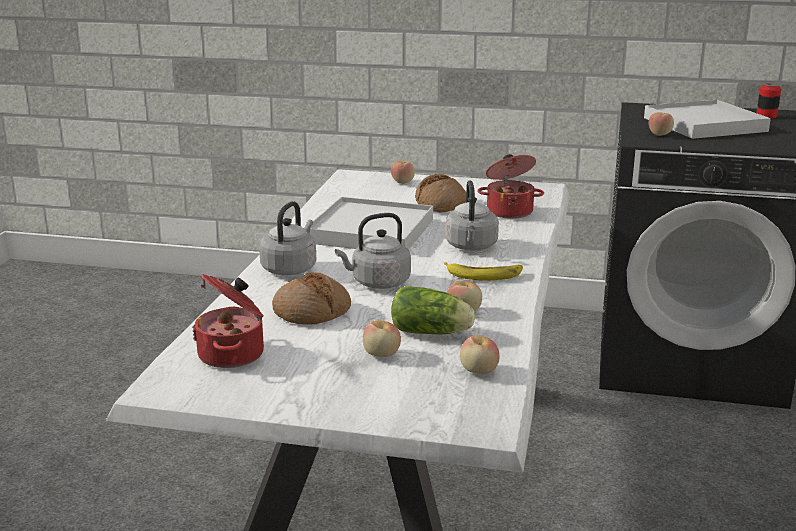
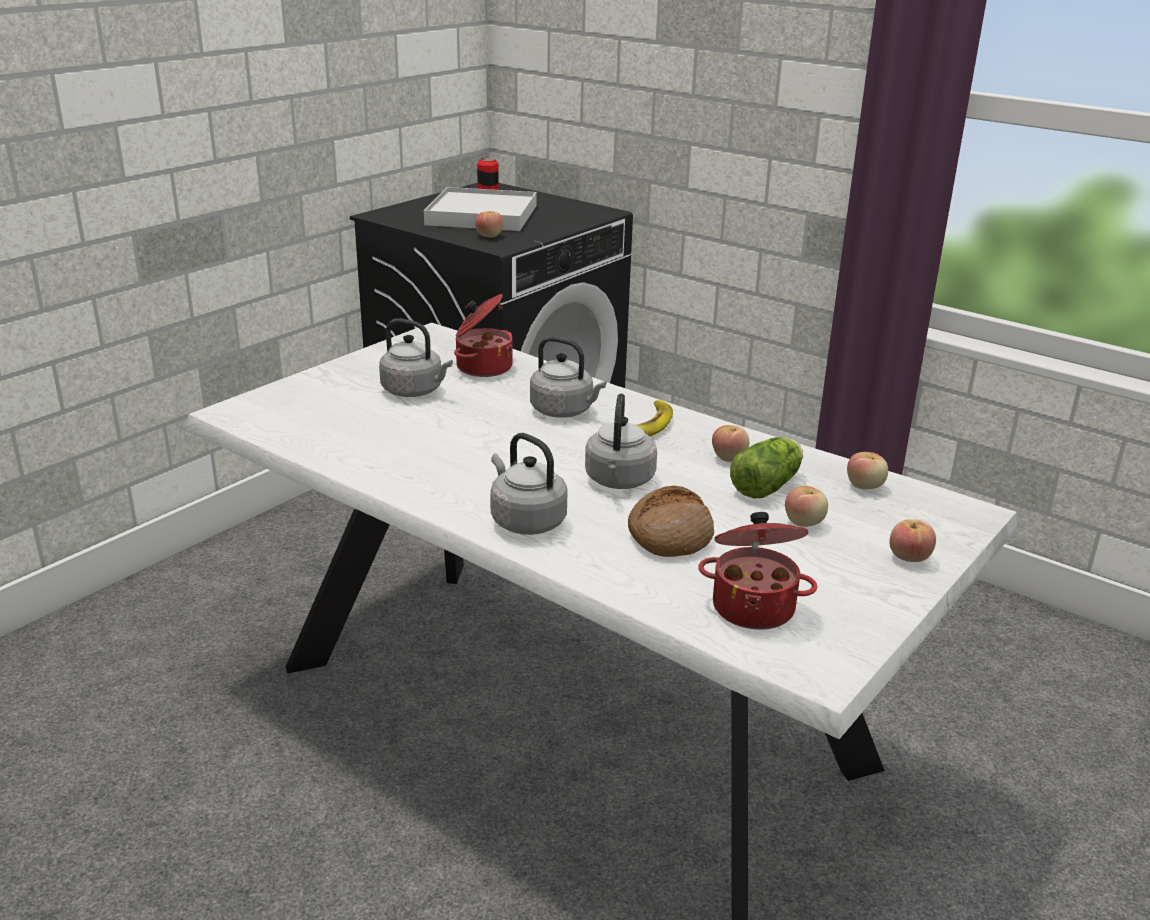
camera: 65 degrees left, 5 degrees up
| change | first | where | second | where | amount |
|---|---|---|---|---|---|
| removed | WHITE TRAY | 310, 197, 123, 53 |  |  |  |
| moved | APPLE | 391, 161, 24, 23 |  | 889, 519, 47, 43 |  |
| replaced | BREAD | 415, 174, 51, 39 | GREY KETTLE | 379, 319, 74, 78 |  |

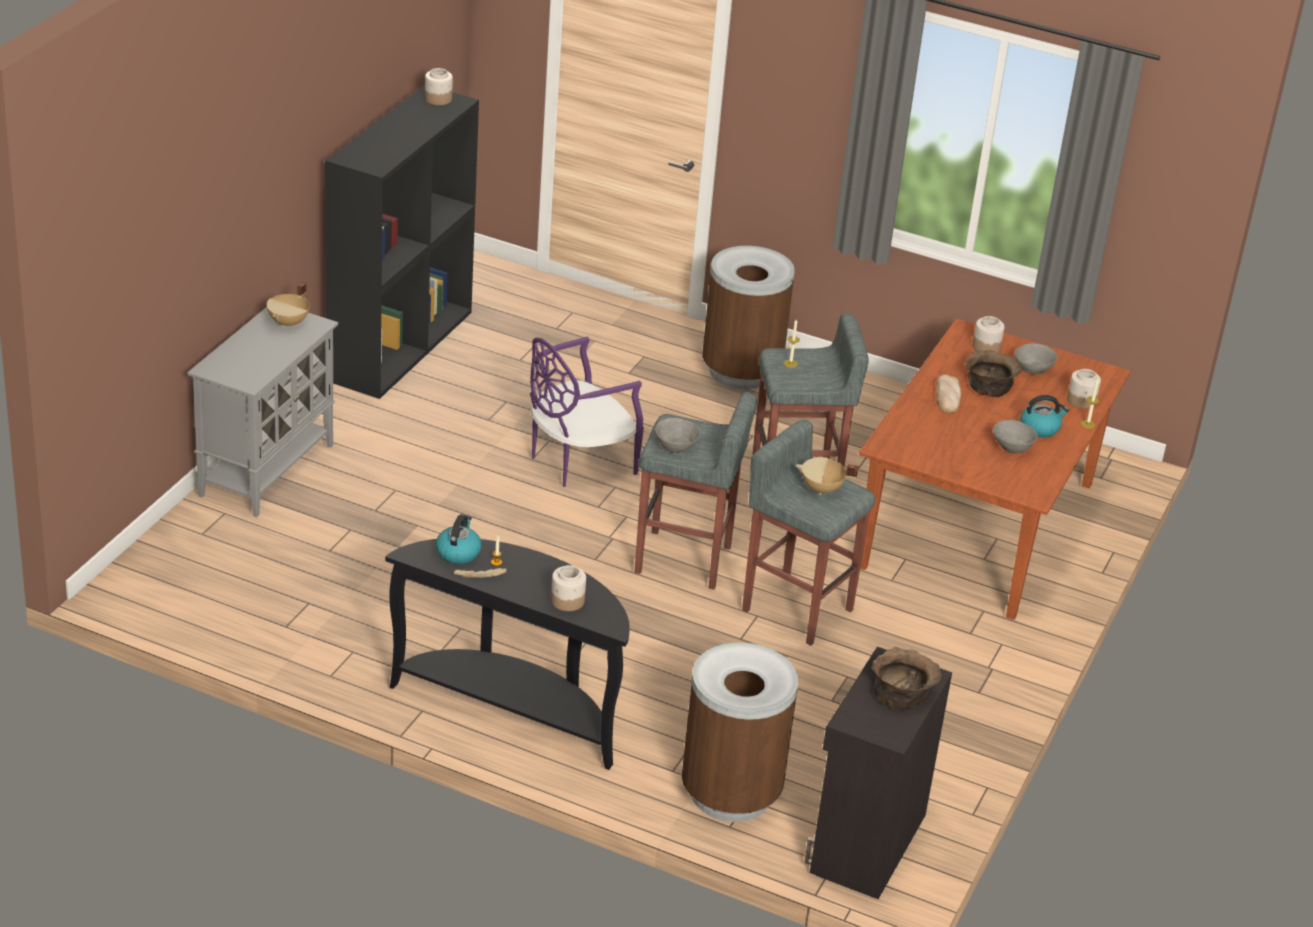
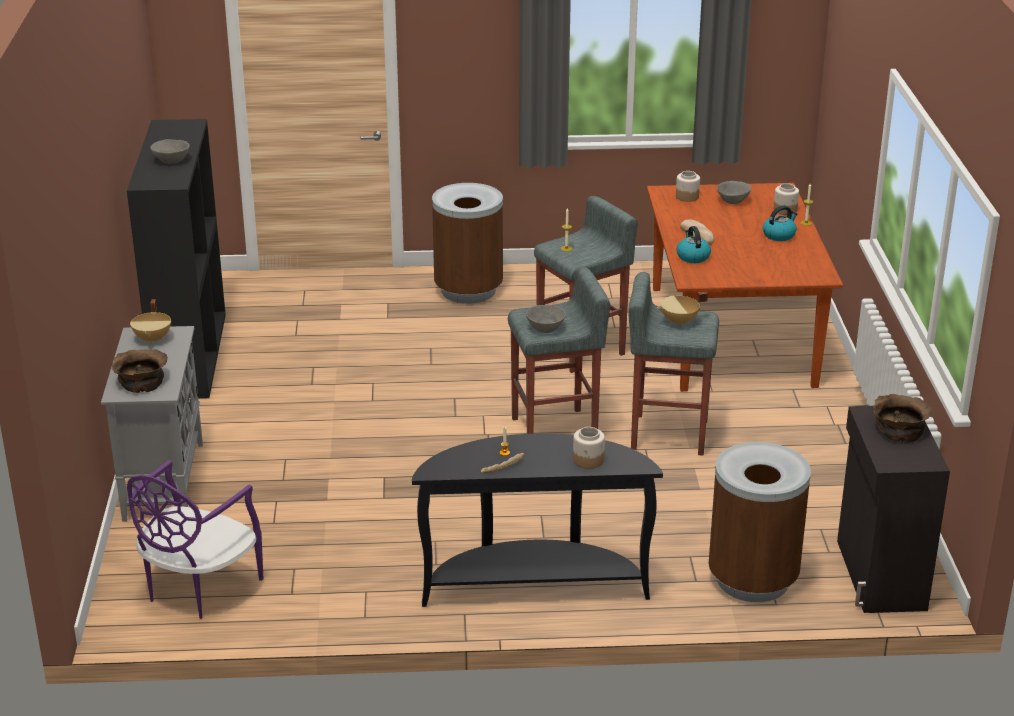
camera: 25 degrees left, 5 degrees down
| change | first | where | second | where | amount |
|---|---|---|---|---|---|
| removed | JAR | 425, 68, 28, 37 |  |  |  |
| moved | KETTLE | 436, 514, 46, 50 |  | 676, 226, 35, 37 |  |
| moved | PURPLE CHAIR | 530, 337, 114, 150 |  | 127, 460, 136, 159 |  |
| moved | BROWN BOWL | 965, 350, 57, 47 |  | 112, 349, 56, 44 |  |
| moved | GREY BOWL | 993, 420, 45, 33 |  | 150, 139, 40, 25 |  |

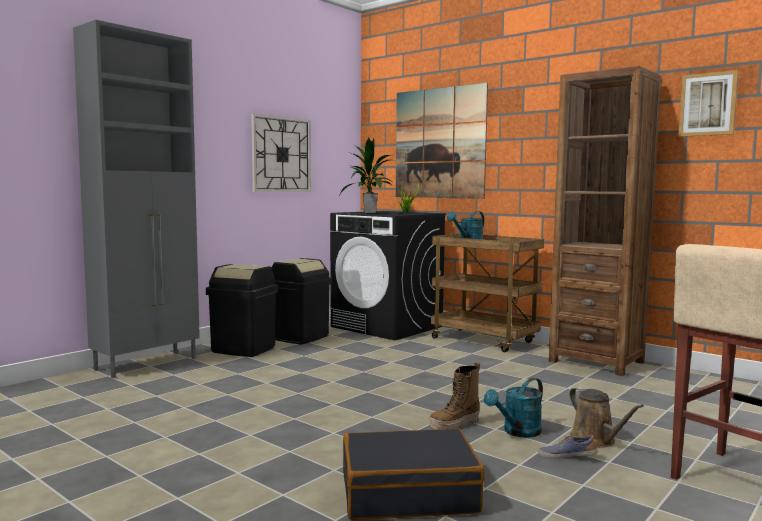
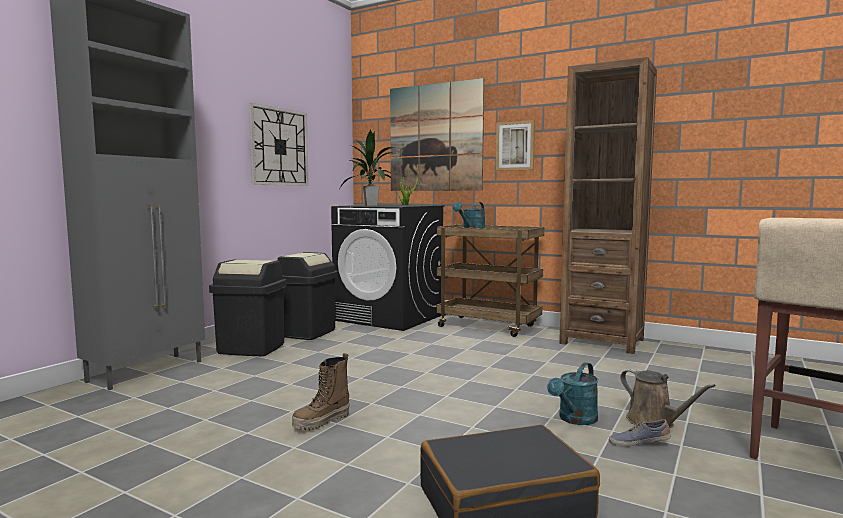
camera: 10 degrees left, 0 degrees up
| change | first | where | second | where | amount |
|---|---|---|---|---|---|
| moved | BOOT | 429, 362, 51, 67 |  | 292, 353, 58, 77 |  |
| moved | PICTURE | 678, 70, 61, 67 |  | 496, 120, 39, 51 |  |

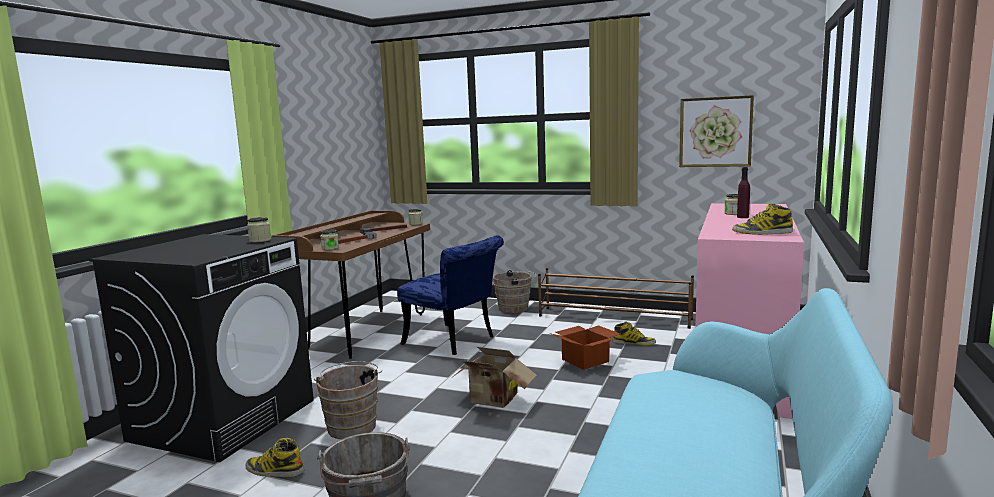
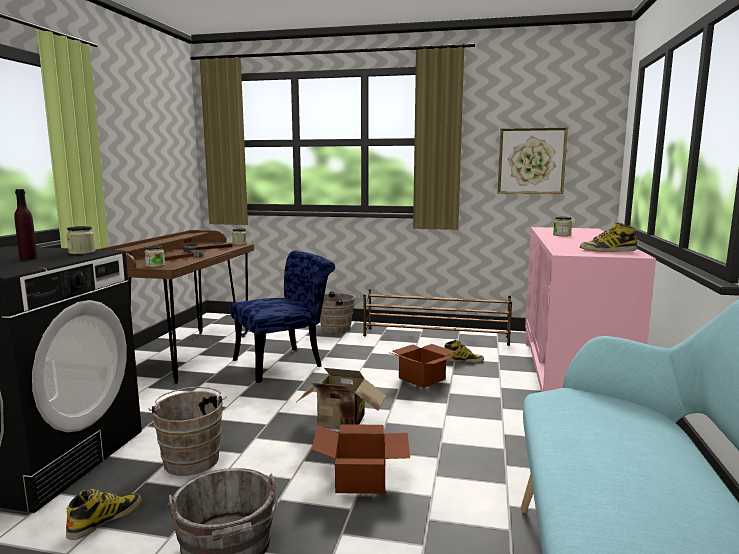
camera: 10 degrees left, 0 degrees up
| change | first | where | second | where | amount |
|---|---|---|---|---|---|
| added |  |  | CARDBOARD BOX | 311, 424, 99, 70 |  |
| moved | PURPLE BOTTLE | 737, 167, 13, 51 |  | 14, 189, 24, 71 |  |
| turned | BOOT | 245, 438, 59, 39 |  | 66, 489, 76, 51 | 120 degrees clockwise |
| turned | BLUE CHAIR | 397, 235, 107, 120 |  | 230, 251, 105, 132 | 60 degrees counterclockwise |

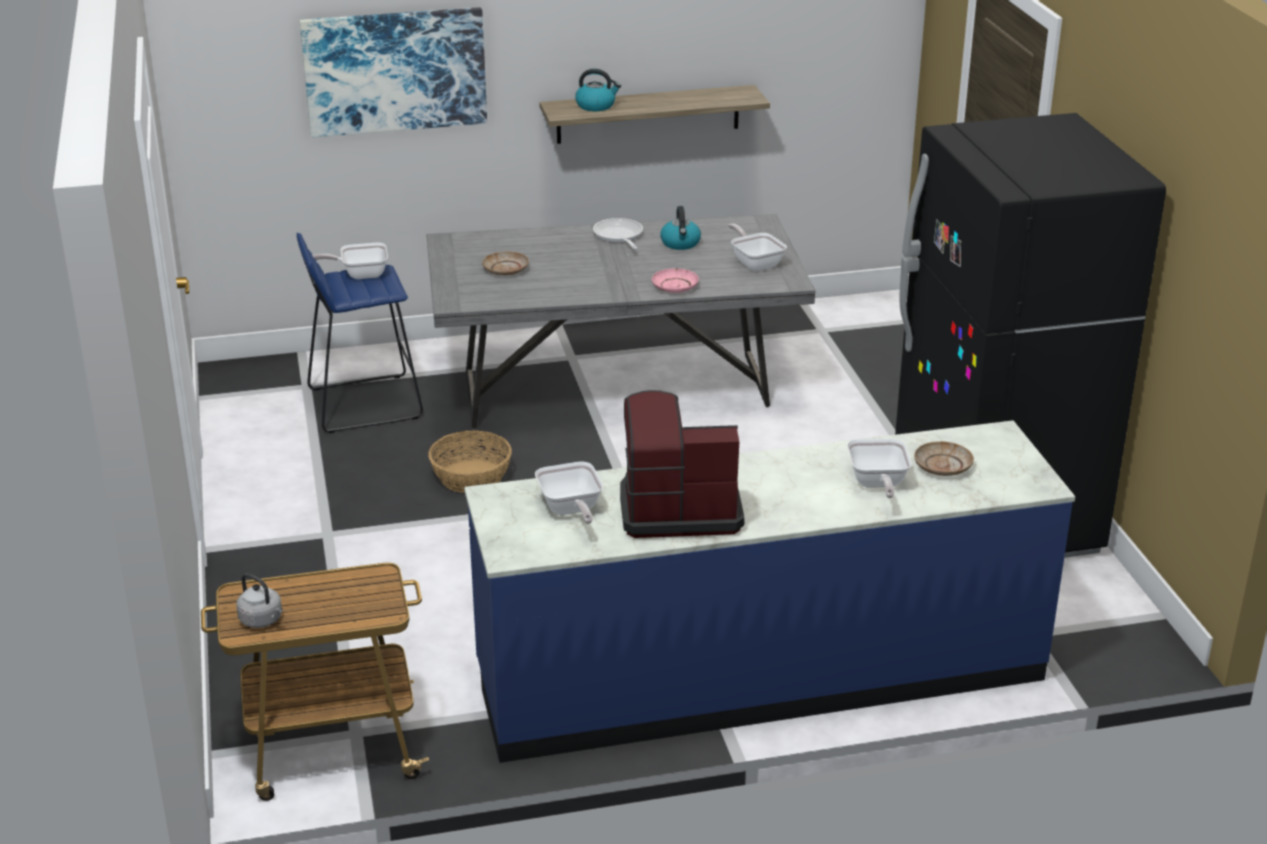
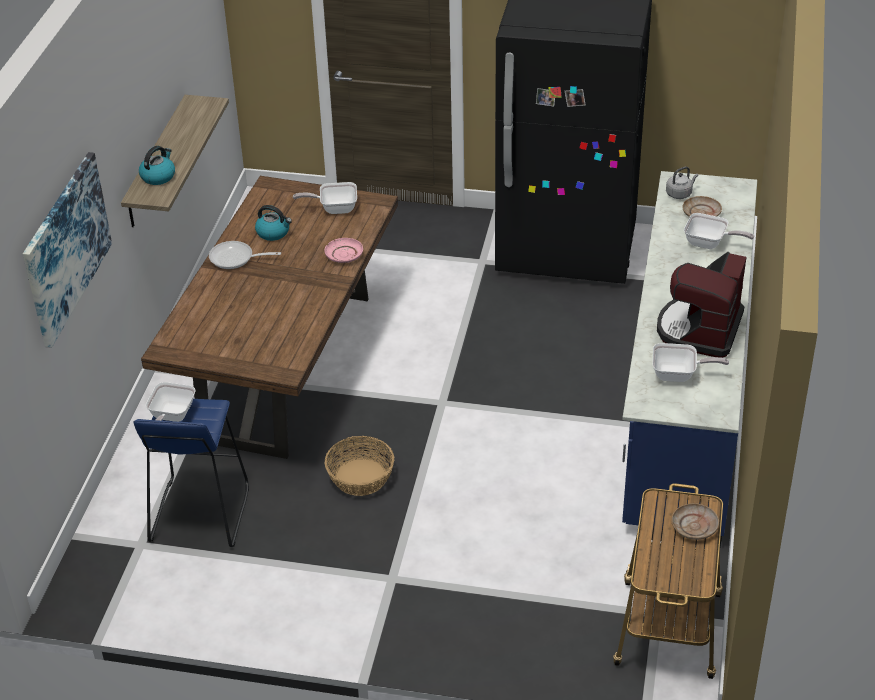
camera: 65 degrees left, 10 degrees up
| change | first | where | second | where | amount |
|---|---|---|---|---|---|
| moved | GREY KETTLE | 236, 573, 47, 55 |  | 666, 166, 32, 33 |  |
| moved | BEIGE PLATE | 482, 252, 47, 23 |  | 672, 503, 47, 37 |  |
| recoloured | GREY DINING TABLE | 426, 214, 389, 214 | BROWN DINING TABLE | 141, 176, 257, 283 |  |

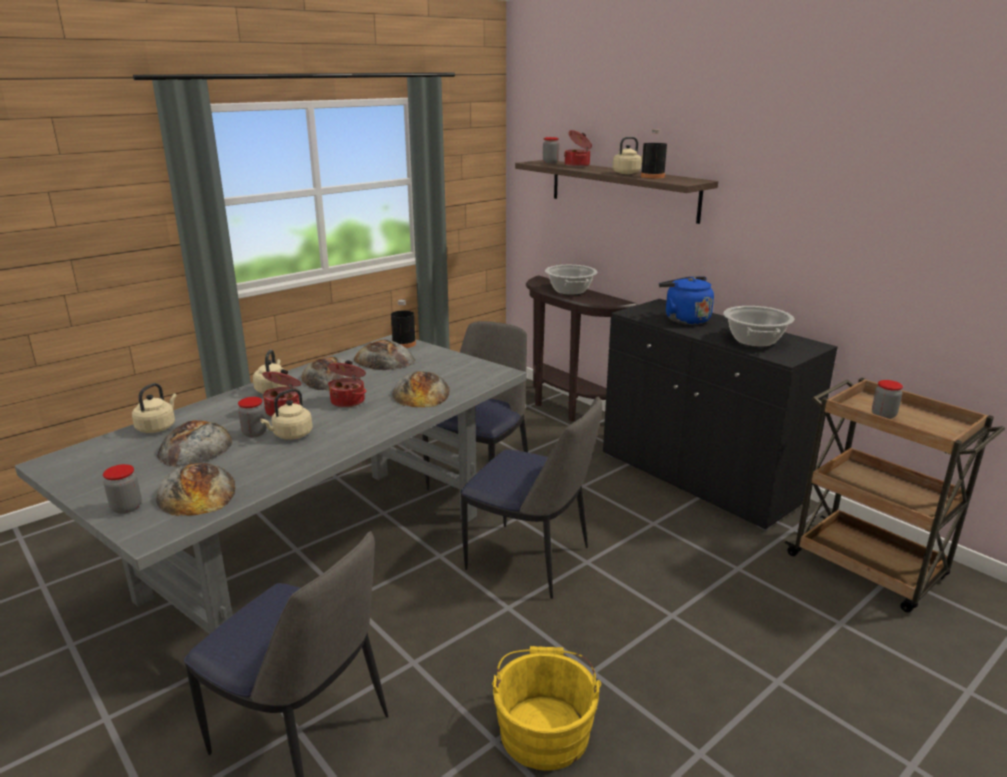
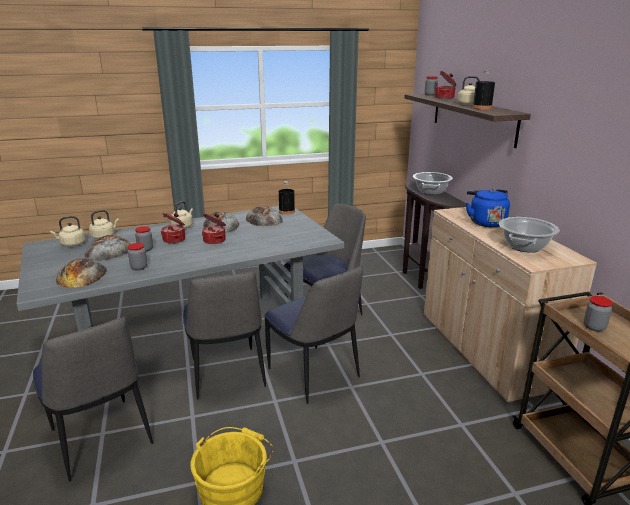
camera: 25 degrees right, 0 degrees up
| change | first | where | second | where | amount |
|---|---|---|---|---|---|
| removed | BREAD | 392, 371, 58, 36 |  |  |  |
| added |  |  | CHAIR | 183, 272, 83, 127 |  |
| moved | JAR | 103, 464, 39, 50 |  | 128, 243, 19, 27 |  |
| moved | BEIGE KETTLE | 260, 389, 53, 51 |  | 50, 216, 35, 31 |  |
| recoloured | BLACK CABINET | 603, 299, 235, 232 | BEIGE CABINET | 424, 207, 173, 197 |  |

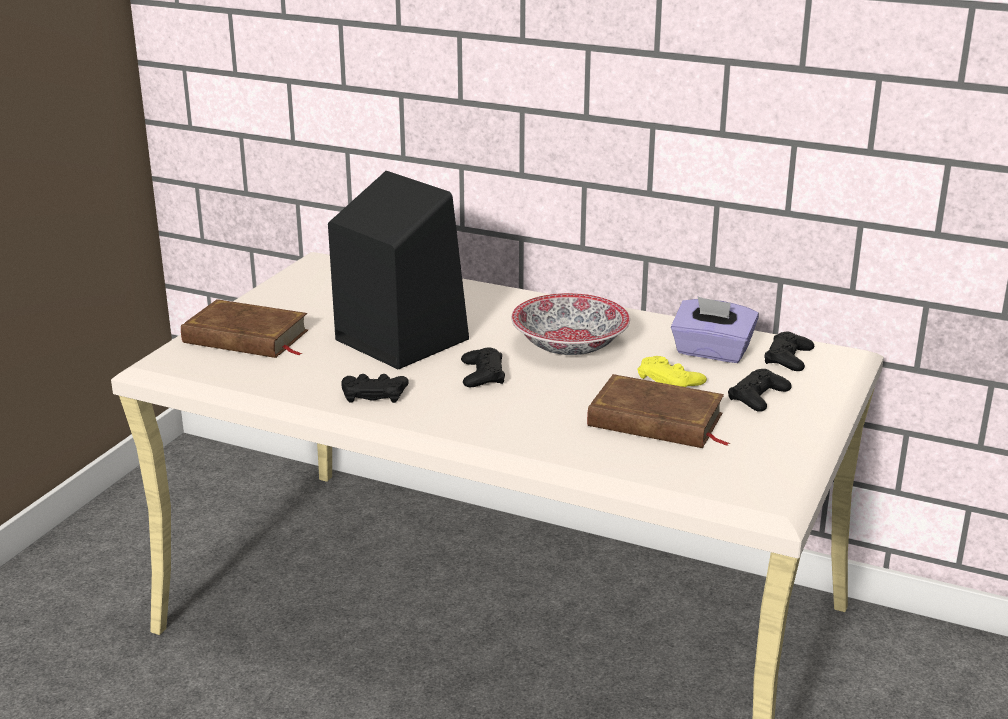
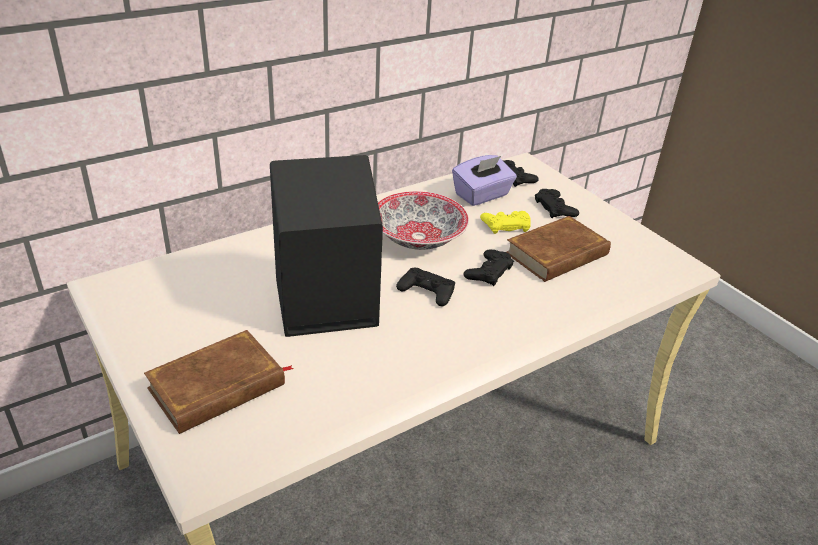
camera: 60 degrees left, 10 degrees up
| change | first | where | second | where | amount |
|---|---|---|---|---|---|
| moved | BLACK GAME CONTROLLER | 341, 374, 68, 29 |  | 463, 250, 51, 36 |  |

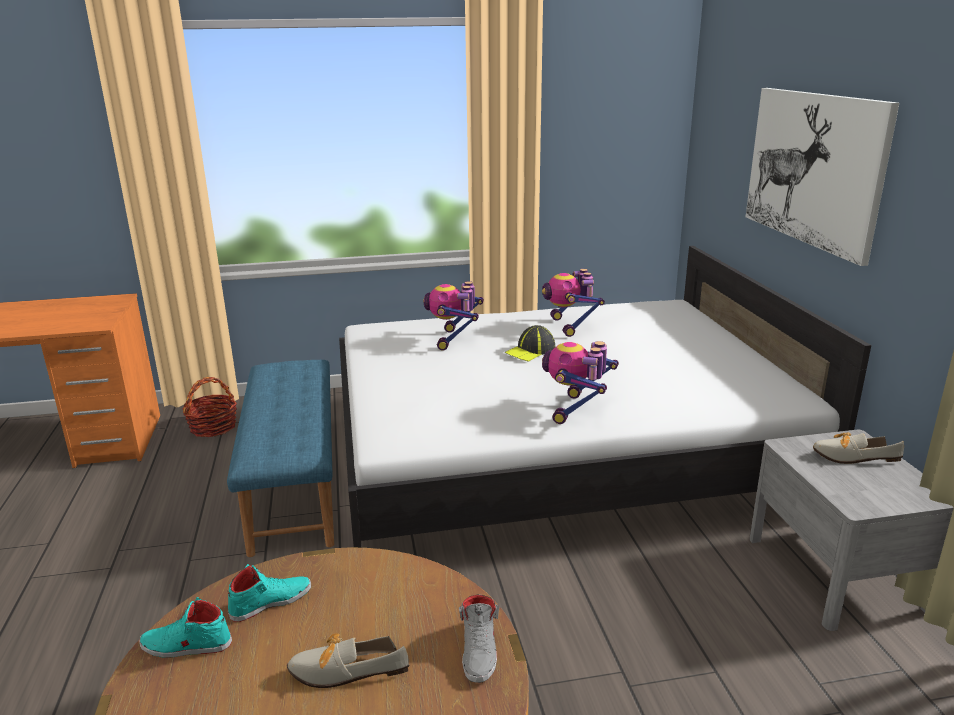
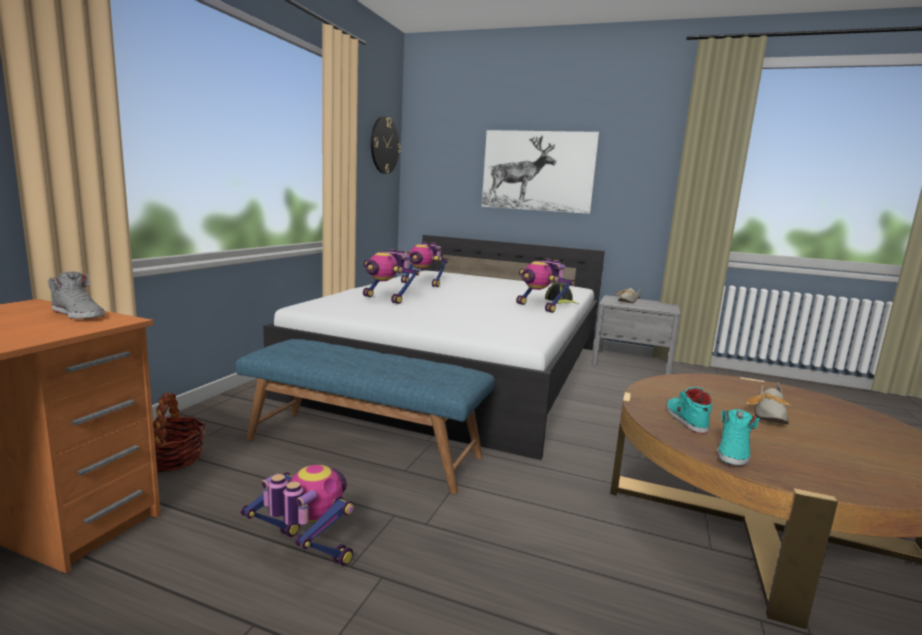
camera: 60 degrees left, 10 degrees down
| change | first | where | second | where | amount |
|---|---|---|---|---|---|
| added |  |  | TOY ROBOT | 241, 465, 112, 101 |  |
| added |  |  | WALL CLOCK | 371, 116, 30, 58 |  |
| moved | GREY SHOE | 459, 594, 40, 89 |  | 48, 271, 57, 48 |  |
| moved | CAP | 505, 325, 50, 37 |  | 545, 283, 33, 21 |  |

